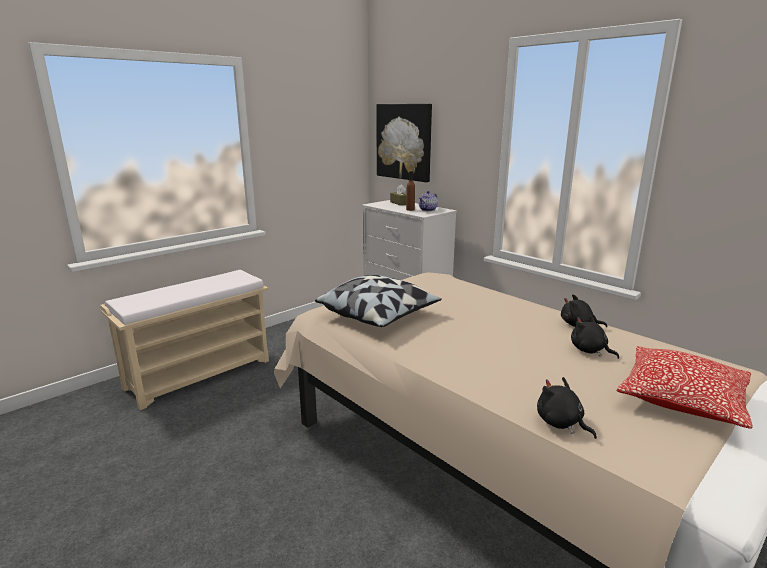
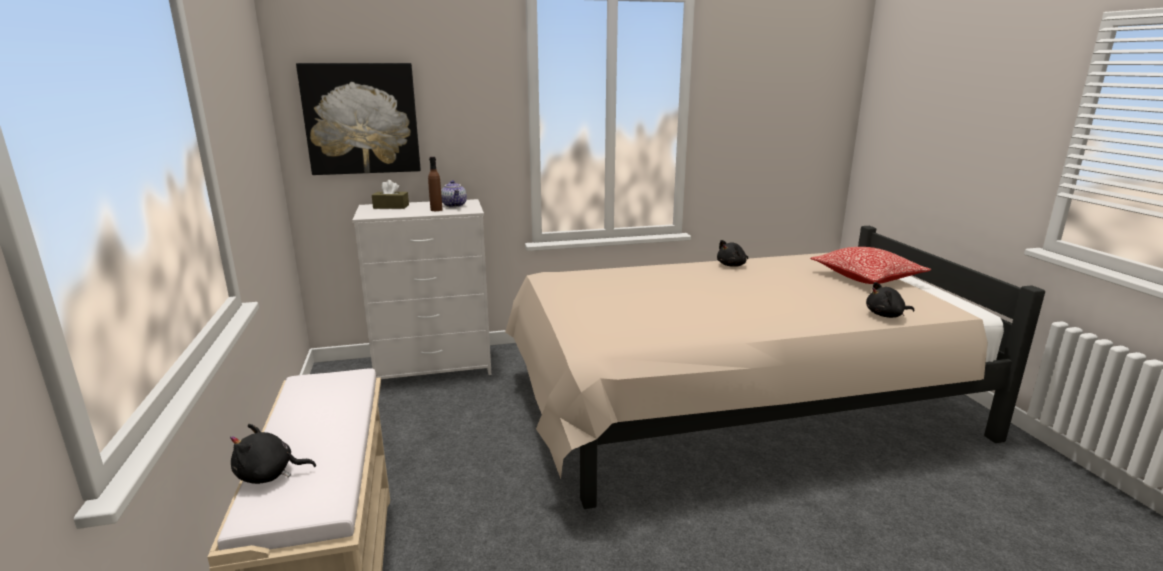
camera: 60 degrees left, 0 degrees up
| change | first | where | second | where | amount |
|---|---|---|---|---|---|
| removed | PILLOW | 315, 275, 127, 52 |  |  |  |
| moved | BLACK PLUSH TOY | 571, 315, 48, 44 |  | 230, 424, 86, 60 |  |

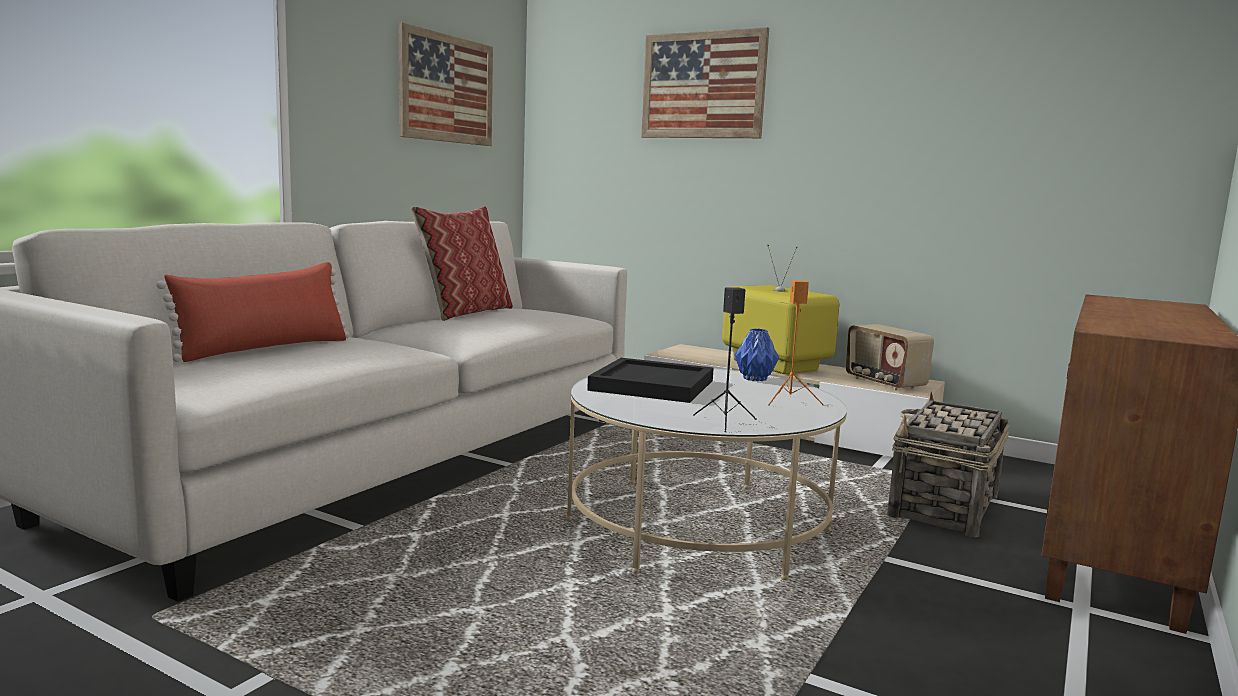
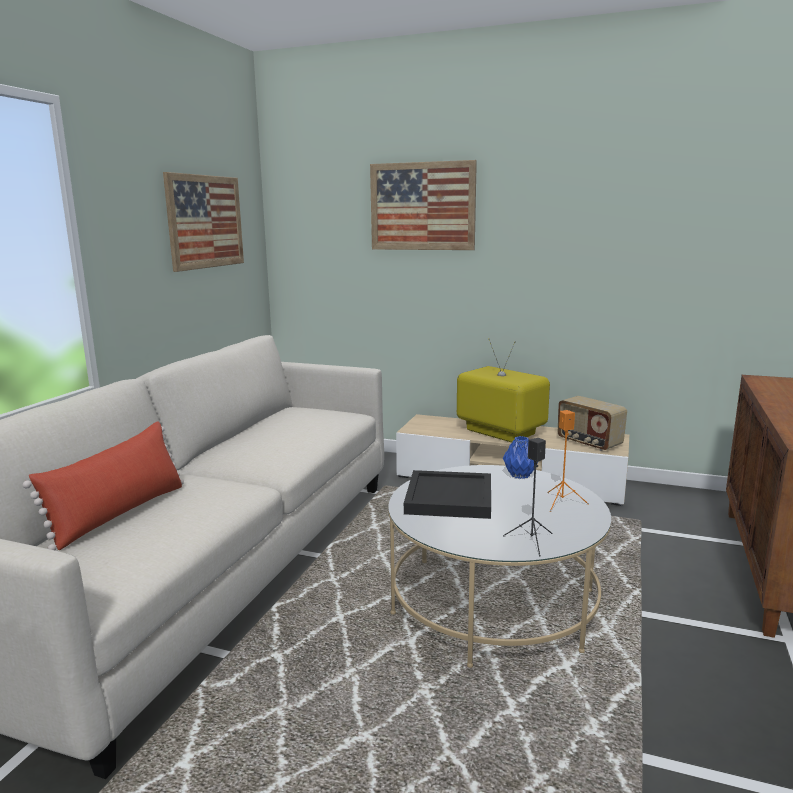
camera: 10 degrees left, 5 degrees up
| change | first | where | second | where | amount |
|---|---|---|---|---|---|
| removed | PILLOW | 411, 206, 102, 115 |  |  |  |
| removed | BASKET | 887, 391, 122, 146 |  |  |  |

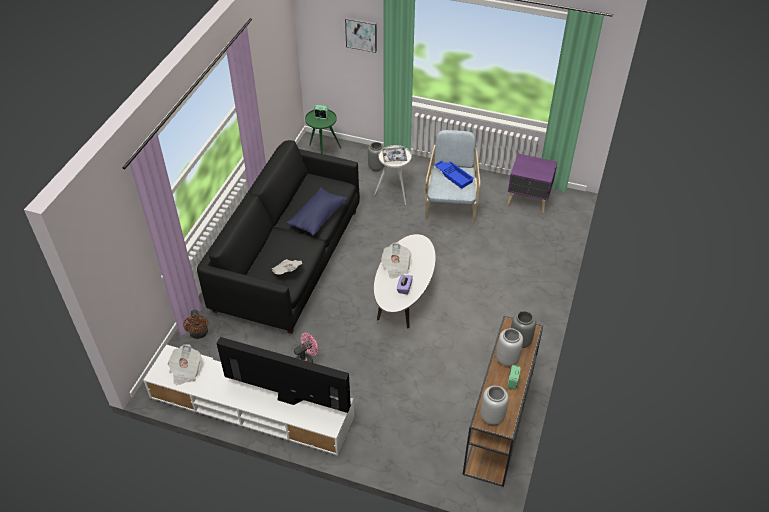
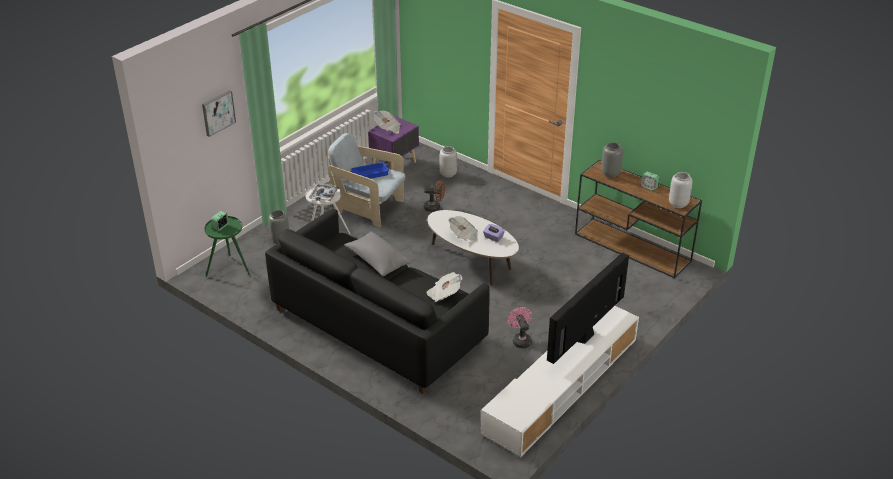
camera: 70 degrees left, 10 degrees down
| change | first | where | second | where | amount |
|---|---|---|---|---|---|
| moved | NEWSPAPER | 168, 344, 34, 41 |  | 374, 111, 27, 23 |  |
| moved | BROWN FAN | 183, 310, 25, 29 |  | 424, 180, 21, 32 |  |
| moved | GREY VASE | 496, 328, 27, 38 |  | 440, 146, 17, 31 |  |
| recoloured | BLUE PILLOW | 287, 187, 60, 49 | GREY PILLOW | 344, 231, 67, 46 |  |

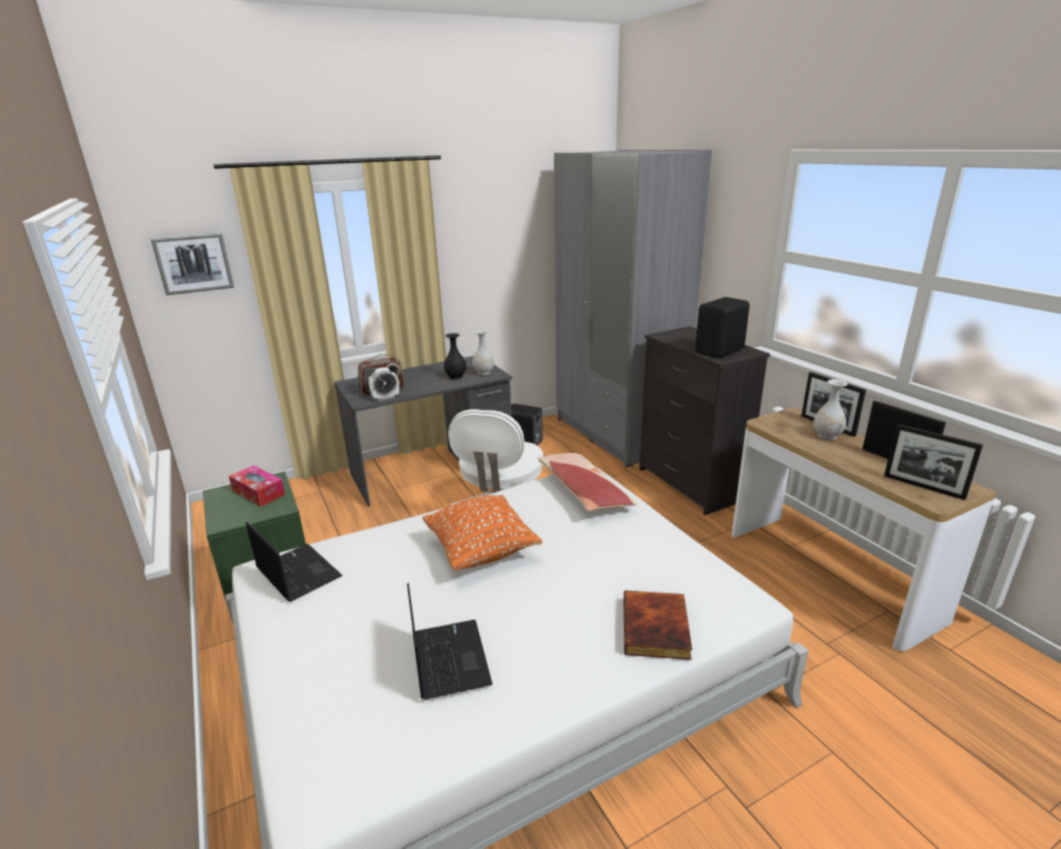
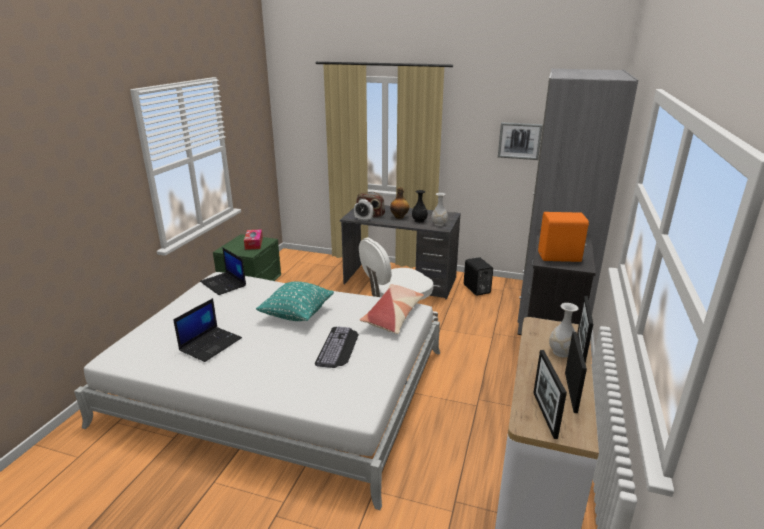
camera: 45 degrees right, 0 degrees up
| change | first | where | second | where | amount |
|---|---|---|---|---|---|
| removed | BOOK | 624, 590, 68, 70 |  |  |  |
| added |  |  | KEYBOARD | 315, 327, 44, 41 |  |
| added |  |  | BOTTLE | 390, 187, 19, 32 |  |
| moved | PICTURE | 151, 233, 83, 62 |  | 498, 122, 45, 38 |  |
| recoloured | ORANGE PILLOW | 422, 495, 120, 75 | TURQUOISE PILLOW | 256, 282, 78, 39 |  |
| recoloured | BLACK SPEAKER | 695, 297, 55, 61 | ORANGE SPEAKER | 538, 212, 51, 50 |  |
| turned | LAPTOP | 246, 521, 97, 81 |  | 200, 247, 46, 48 | 135 degrees clockwise |

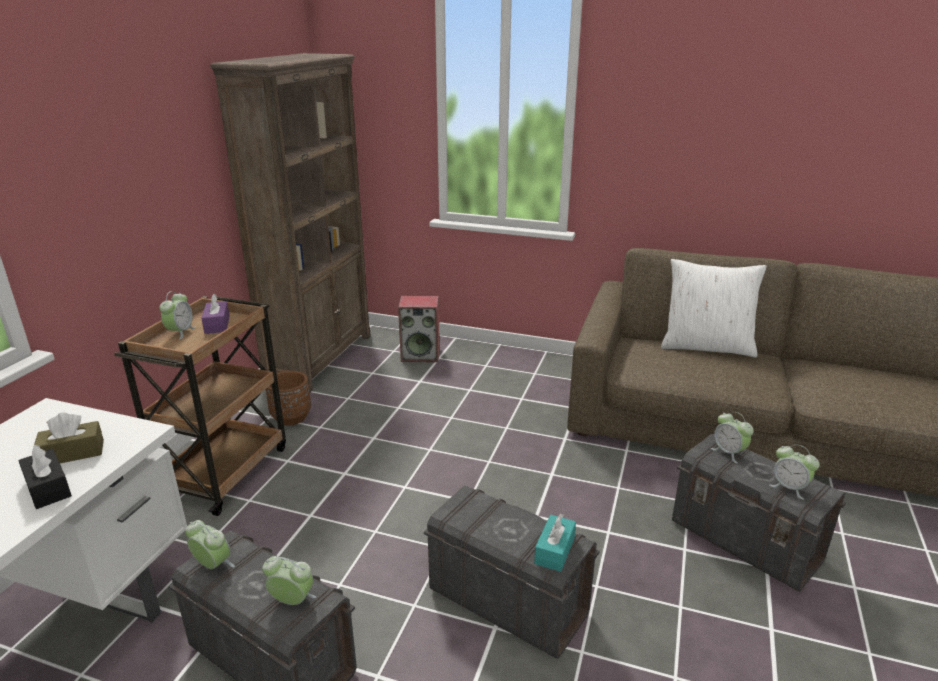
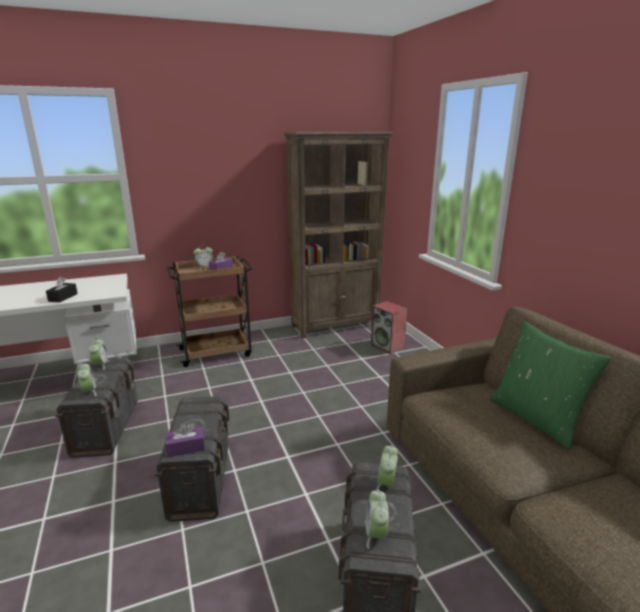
camera: 50 degrees right, 5 degrees down
| change | first | where | second | where | amount |
|---|---|---|---|---|---|
| removed | BROWN TISSUE BOX | 34, 412, 70, 51 |  |  |  |
| removed | BROWN PLANTER | 266, 371, 45, 54 |  |  |  |
| recoloured | TURQUOISE TISSUE BOX | 534, 514, 42, 58 | PURPLE TISSUE BOX | 165, 423, 40, 34 |  |
| recoloured | WHITE PILLOW | 661, 259, 105, 98 | GREEN PILLOW | 490, 322, 121, 128 |  |

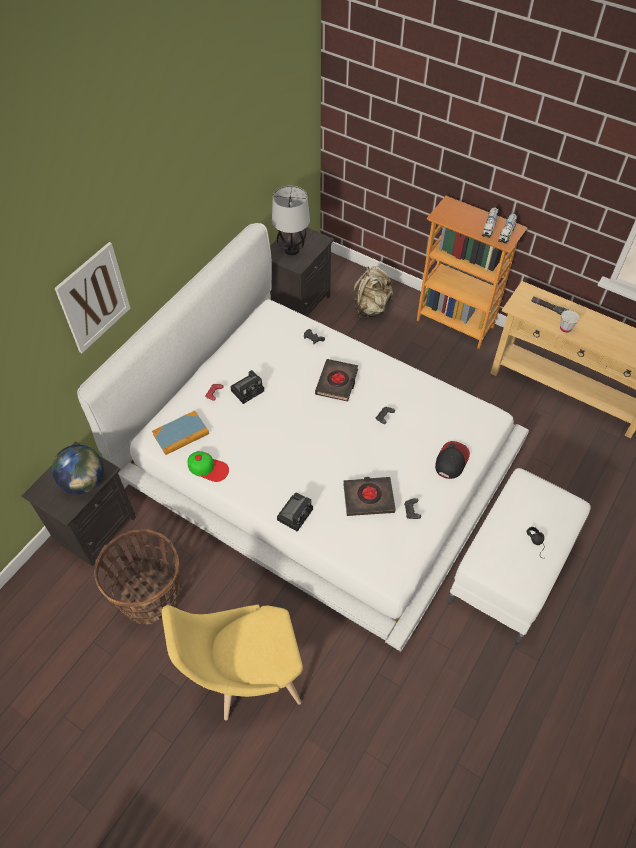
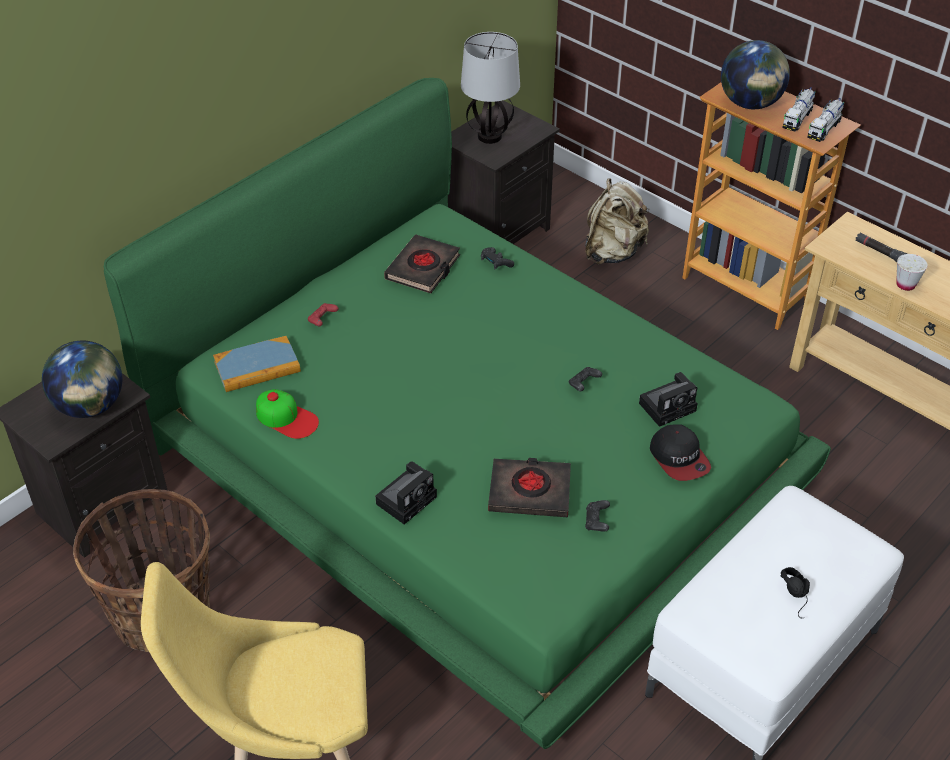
camera: 10 degrees right, 10 degrees down
| change | first | where | second | where | amount |
|---|---|---|---|---|---|
| removed | PICTURE | 55, 242, 75, 111 |  |  |  |
| added |  |  | GLOBE | 721, 40, 69, 69 |  |
| moved | PHOTO CAMERA | 230, 370, 34, 34 |  | 639, 372, 59, 55 |  |
| moved | BLACK BOOK | 315, 359, 43, 43 |  | 384, 234, 76, 59 |  |
| recoloured | WHITE BED | 77, 223, 452, 429 | GREEN BED | 104, 78, 727, 671 |  |
| turned | CAP | 435, 441, 35, 38 |  | 650, 424, 61, 57 | 120 degrees clockwise |

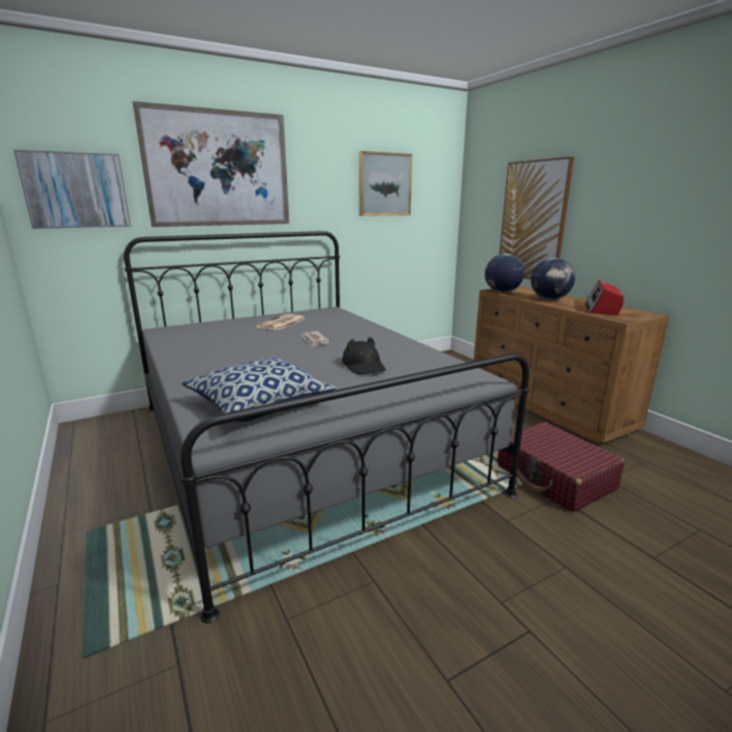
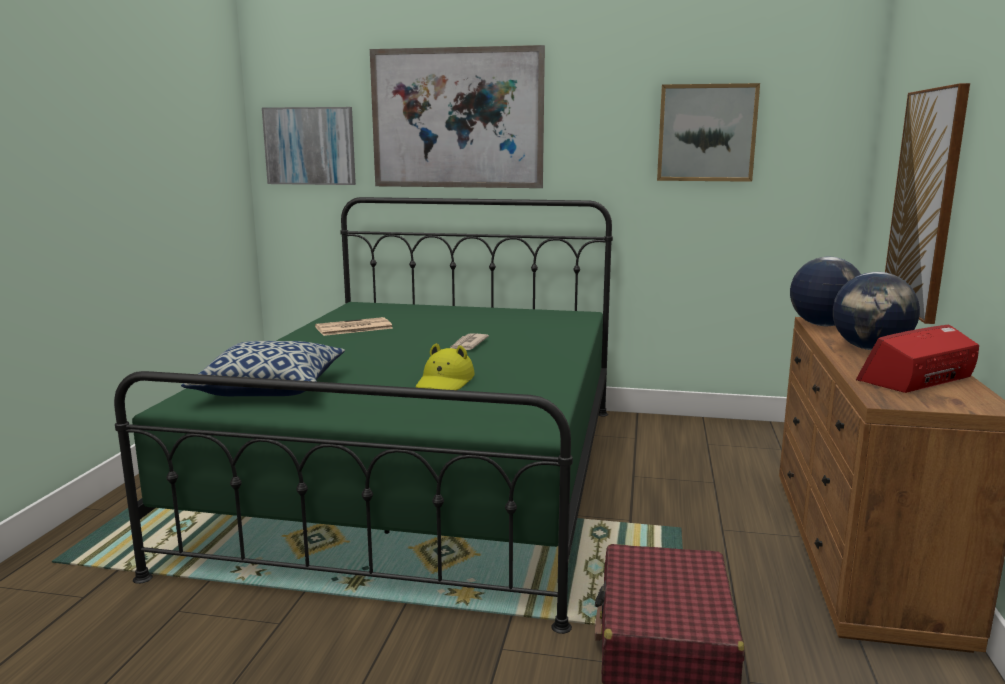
camera: 40 degrees right, 5 degrees down
| change | first | where | second | where | amount |
|---|---|---|---|---|---|
| moved | NEWSPAPER | 256, 314, 49, 16 |  | 315, 317, 78, 19 |  |
| recoloured | GREY BED | 124, 231, 405, 392 | GREEN BED | 114, 197, 499, 437 |  |
| recoloured | BLACK HAT | 342, 337, 44, 37 | YELLOW HAT | 416, 343, 59, 47 |  |

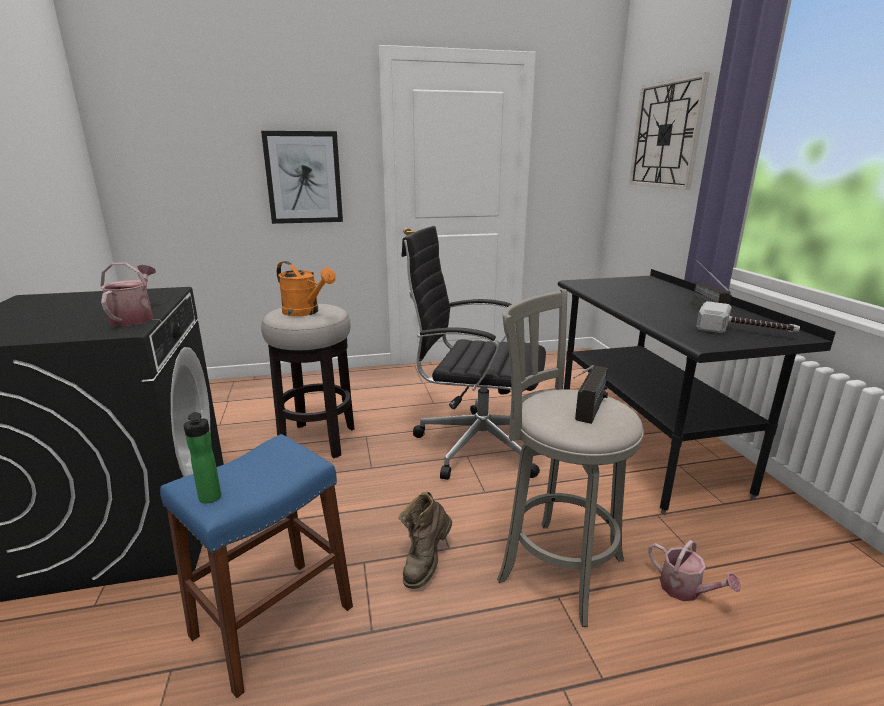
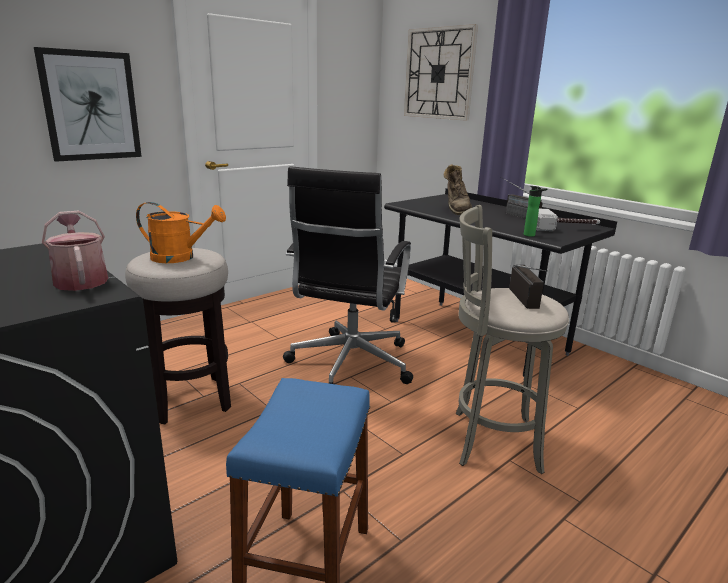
camera: 30 degrees left, 0 degrees up
| change | first | where | second | where | amount |
|---|---|---|---|---|---|
| removed | WATERING CAN | 648, 540, 93, 61 |  |  |  |
| moved | BOTTLE | 183, 412, 38, 91 |  | 524, 186, 24, 51 |  |
| moved | BROWN BOOT | 399, 492, 53, 97 |  | 443, 164, 29, 51 |  |
| turned | BLACK OFFICE CHAIR | 401, 226, 145, 254 |  | 283, 166, 130, 218 | 60 degrees counterclockwise |

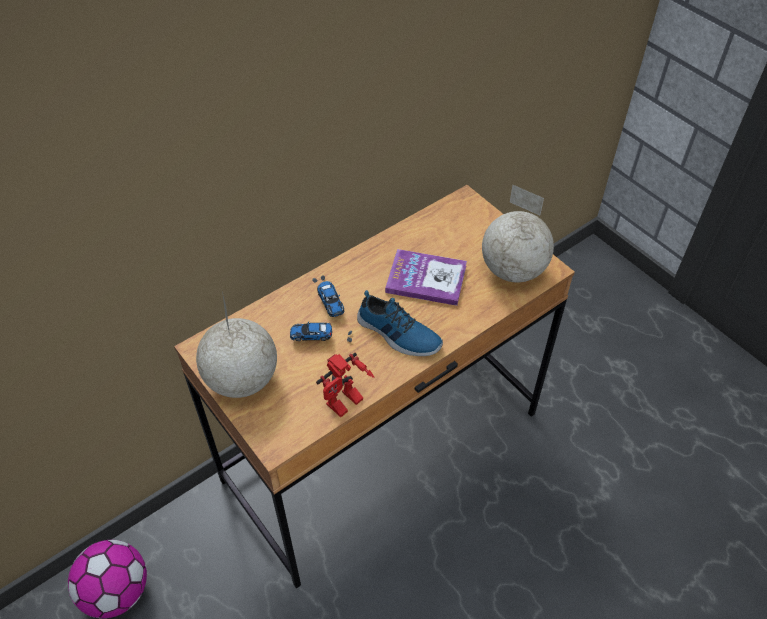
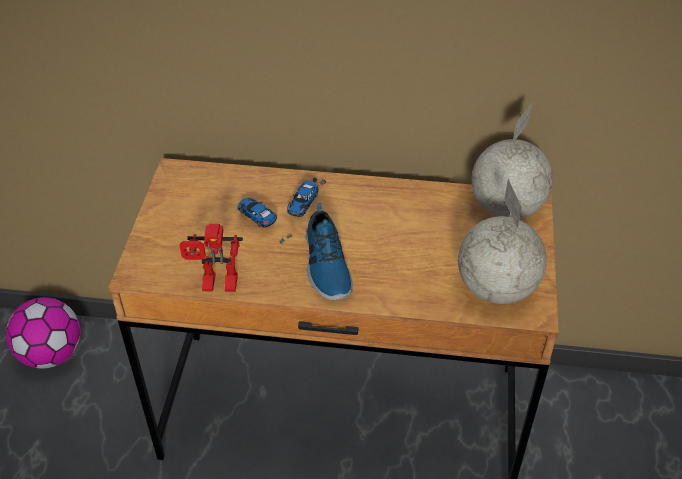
camera: 45 degrees right, 5 degrees down
| change | first | where | second | where | amount |
|---|---|---|---|---|---|
| removed | BOOK | 385, 249, 82, 57 |  |  |  |
| moved | GLOBE | 196, 292, 81, 106 |  | 472, 103, 81, 116 |  |

